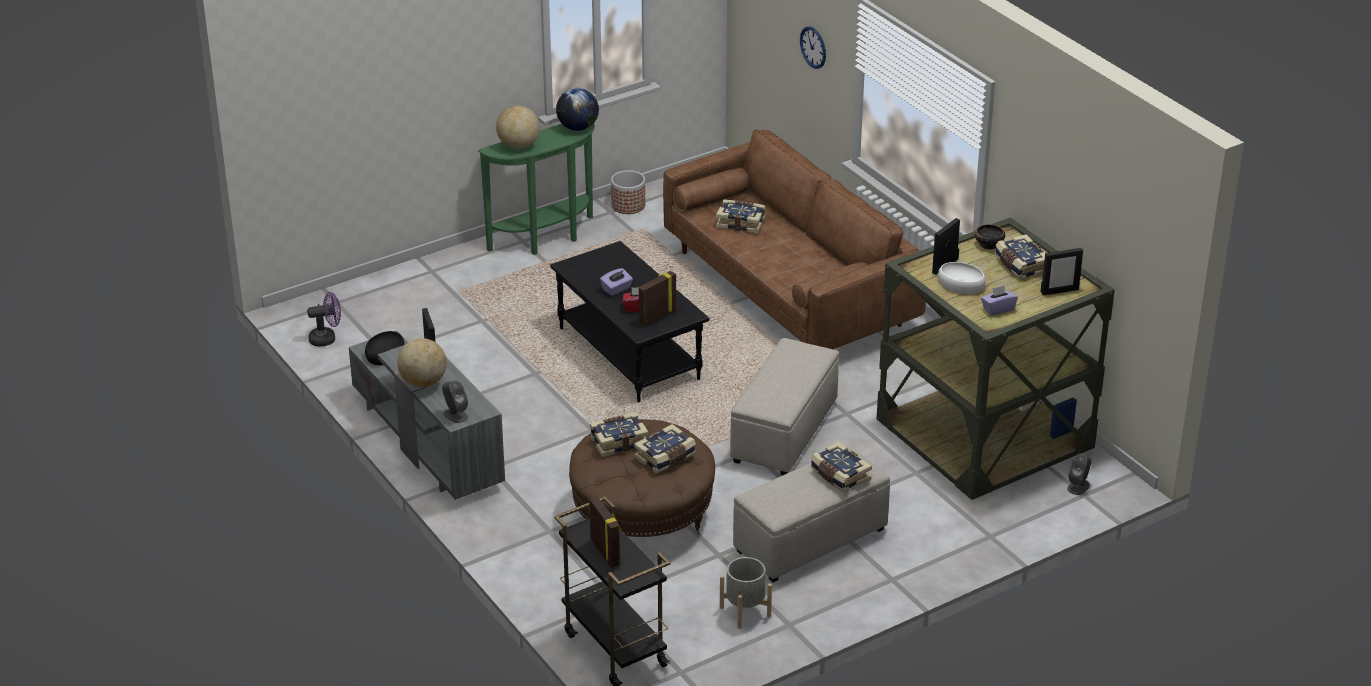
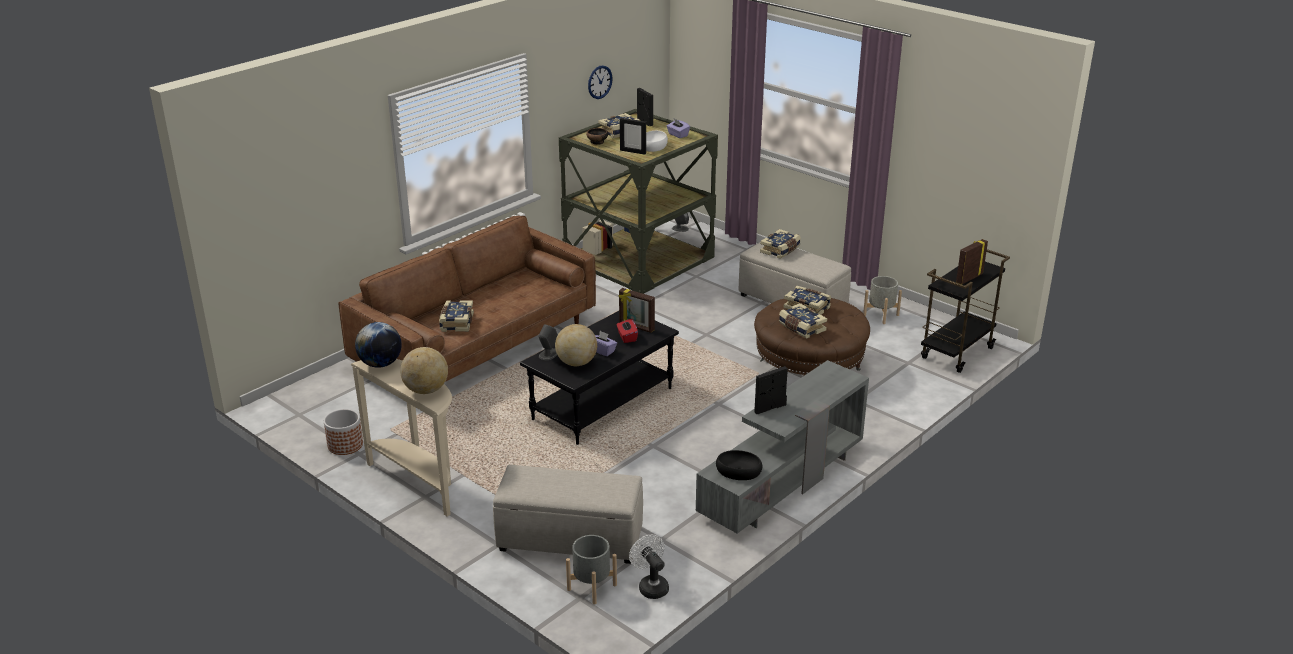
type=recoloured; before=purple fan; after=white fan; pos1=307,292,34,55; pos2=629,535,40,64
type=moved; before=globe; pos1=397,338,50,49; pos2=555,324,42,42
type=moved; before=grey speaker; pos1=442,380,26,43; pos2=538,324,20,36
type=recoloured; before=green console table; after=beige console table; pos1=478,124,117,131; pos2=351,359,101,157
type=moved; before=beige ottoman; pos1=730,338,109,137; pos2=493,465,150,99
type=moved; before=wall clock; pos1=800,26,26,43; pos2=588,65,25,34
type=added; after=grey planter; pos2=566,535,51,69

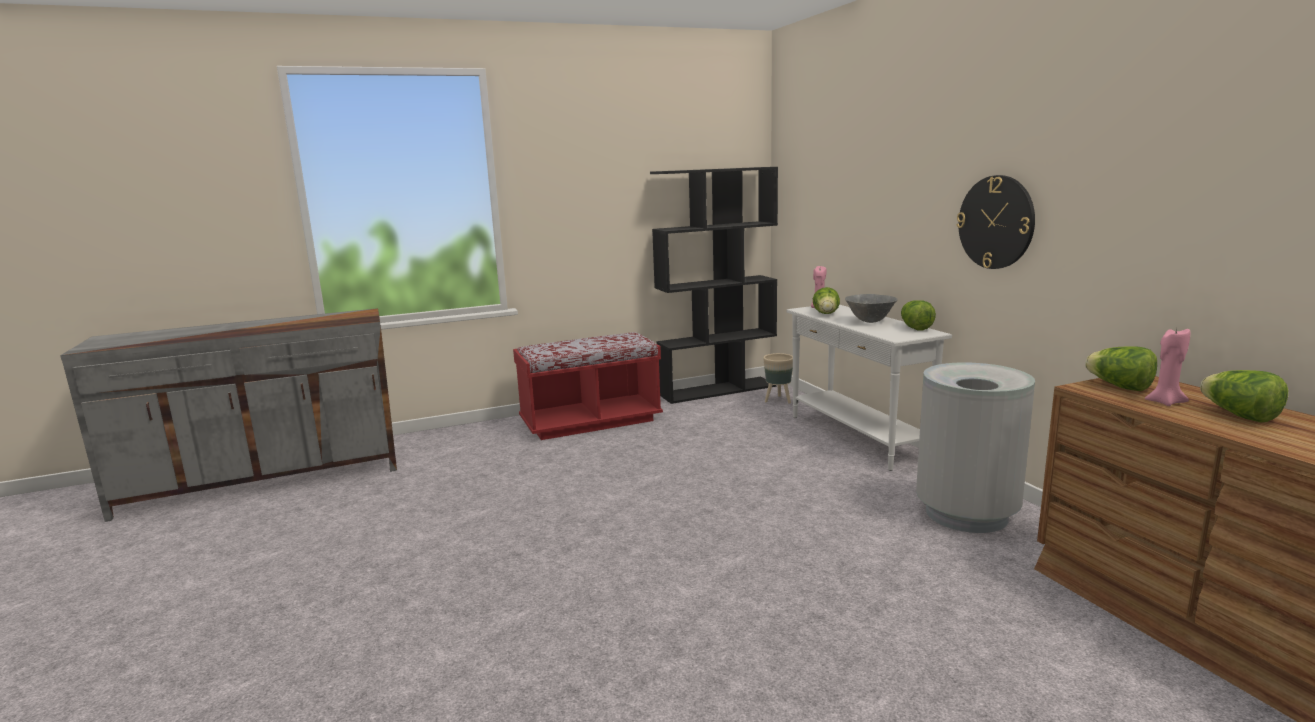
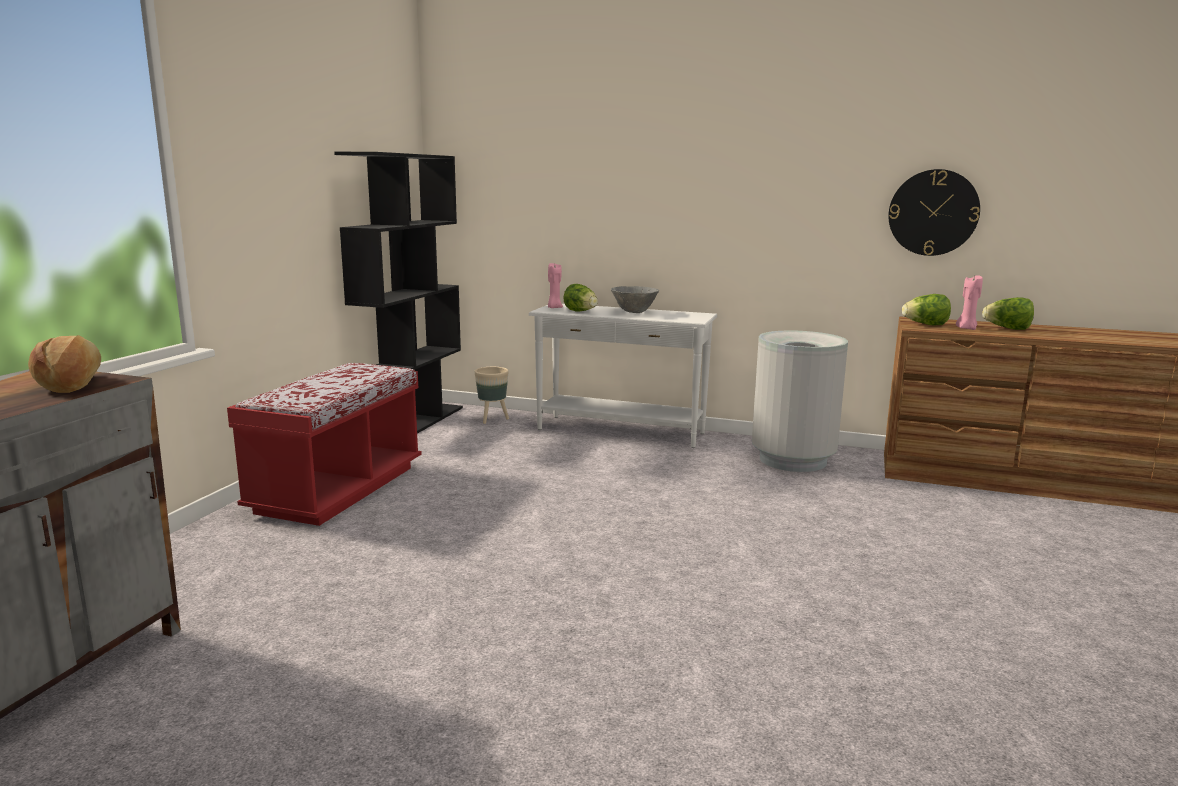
type=removed; before=lettuce; pos1=901,300,35,31
type=moved; before=wall clock; pos1=957,175,78,94; pos2=888,169,92,87
type=added; after=bread; pos2=28,335,73,58

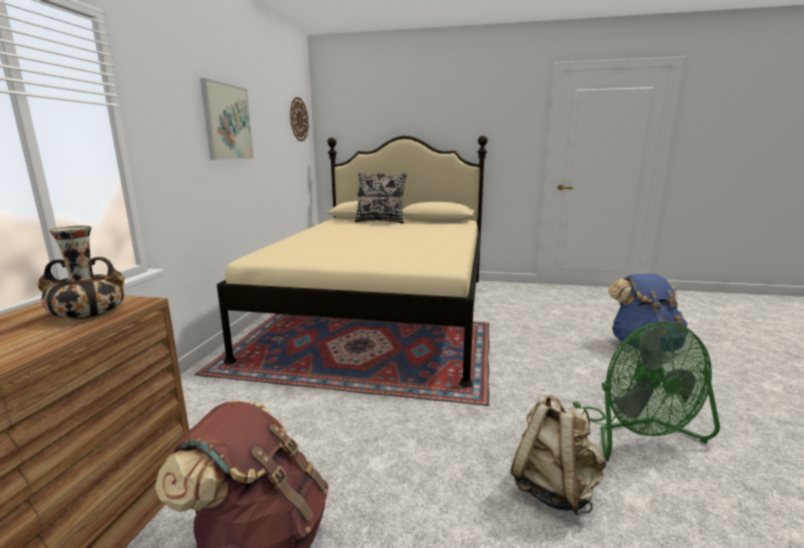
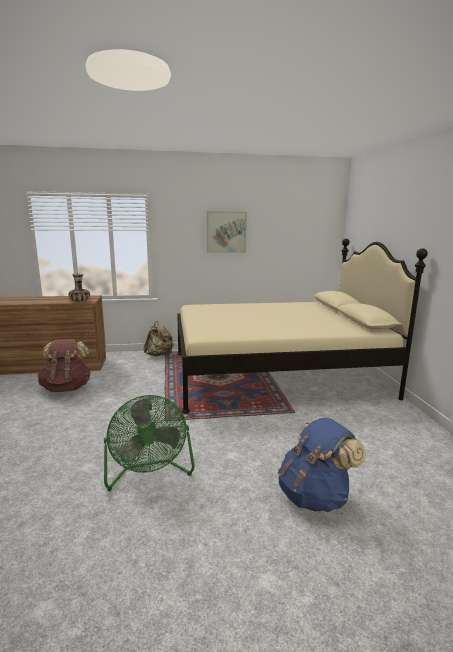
type=removed; before=wall clock; pos1=290,97,19,44
type=removed; before=black pillow; pos1=355,173,52,51
type=moved; before=beige backpack; pos1=510,394,96,122; pos2=144,321,31,35
type=turned; before=green fan; pos1=573,322,147,140; pos2=104,395,91,96; turn=-75

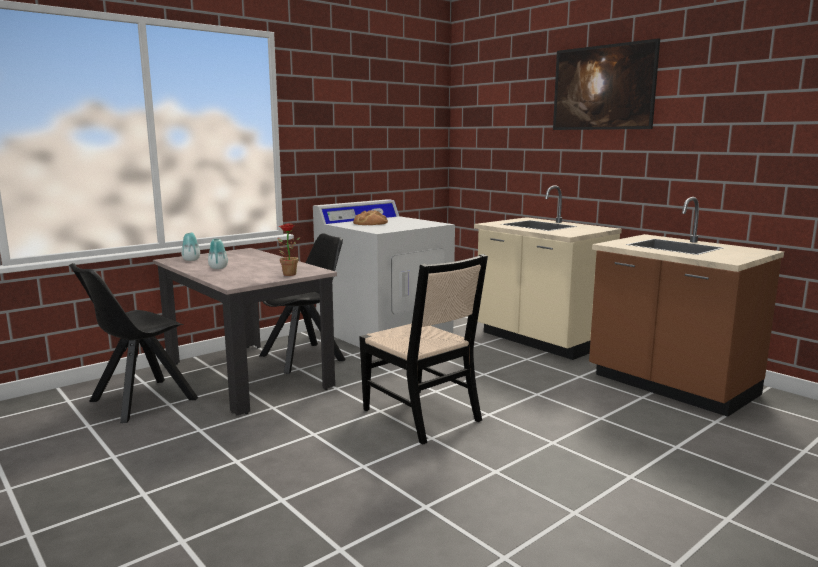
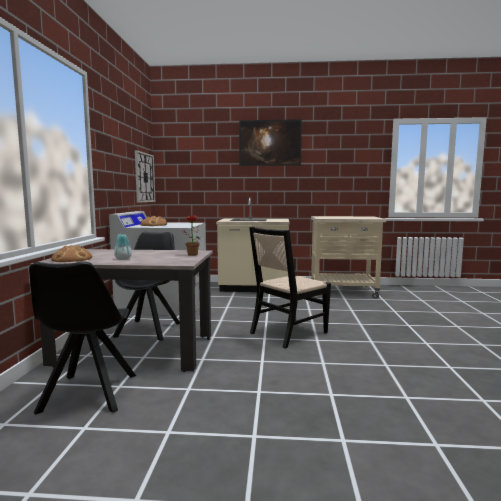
type=replaced; before=vase; after=bread; pos1=181,232,19,29; pos2=51,245,41,17
type=turned; before=chair; pos1=359,254,129,191; pos2=249,226,82,123; turn=135
type=replaced; before=brown counter; after=beige cart; pos1=589,197,195,220; pos2=311,216,75,83
type=added; after=wall clock; pos2=135,150,20,53

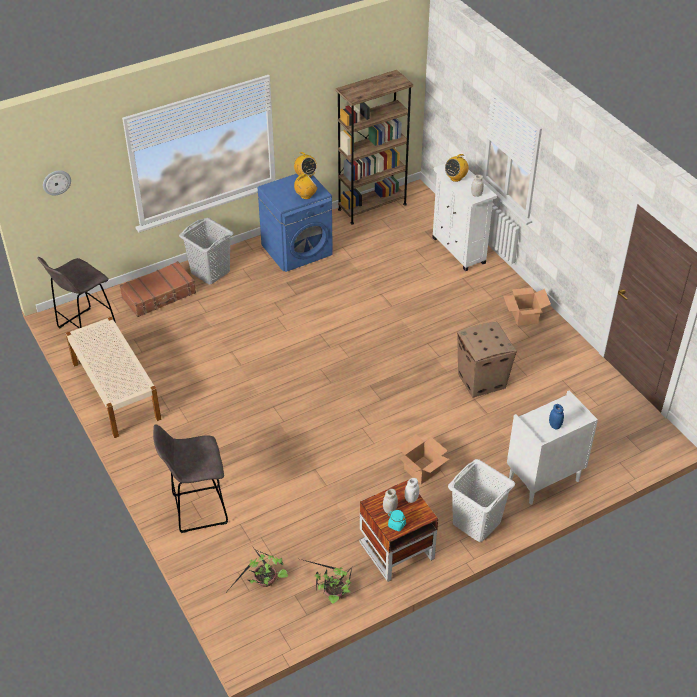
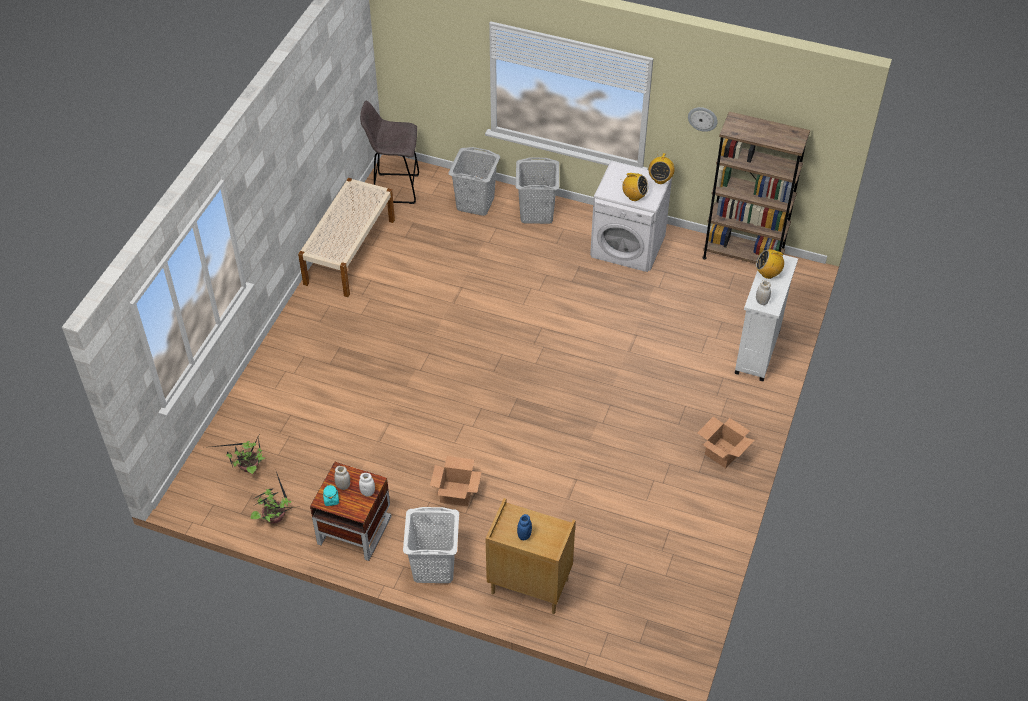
type=moved; before=wall clock; pos1=43,170,28,26; pos2=688,107,30,25
type=replaced; before=brown suitcase; after=grey laundry basket; pos1=120,261,76,56; pos2=448,147,52,69
type=removed; before=grey stool; pos1=153,424,75,109
type=recoloured; before=blue washing machine; after=white washing machine; pos1=258,174,75,98; pos2=590,161,82,111
type=removed; before=cardboard box; pos1=457,322,60,76
type=recoloured; before=white cabinet; after=brown cabinet; pos1=507,390,91,115; pos2=485,498,91,116

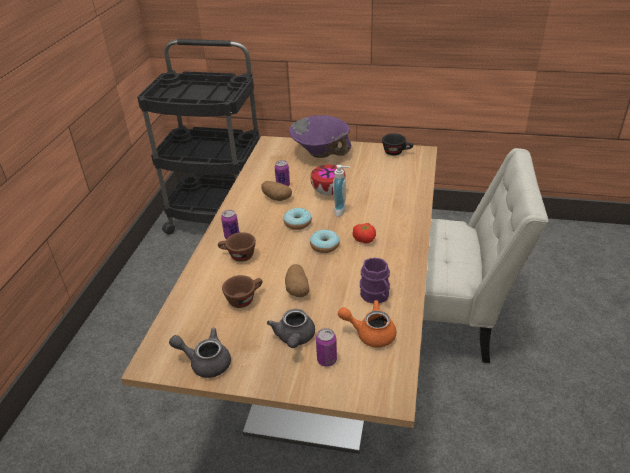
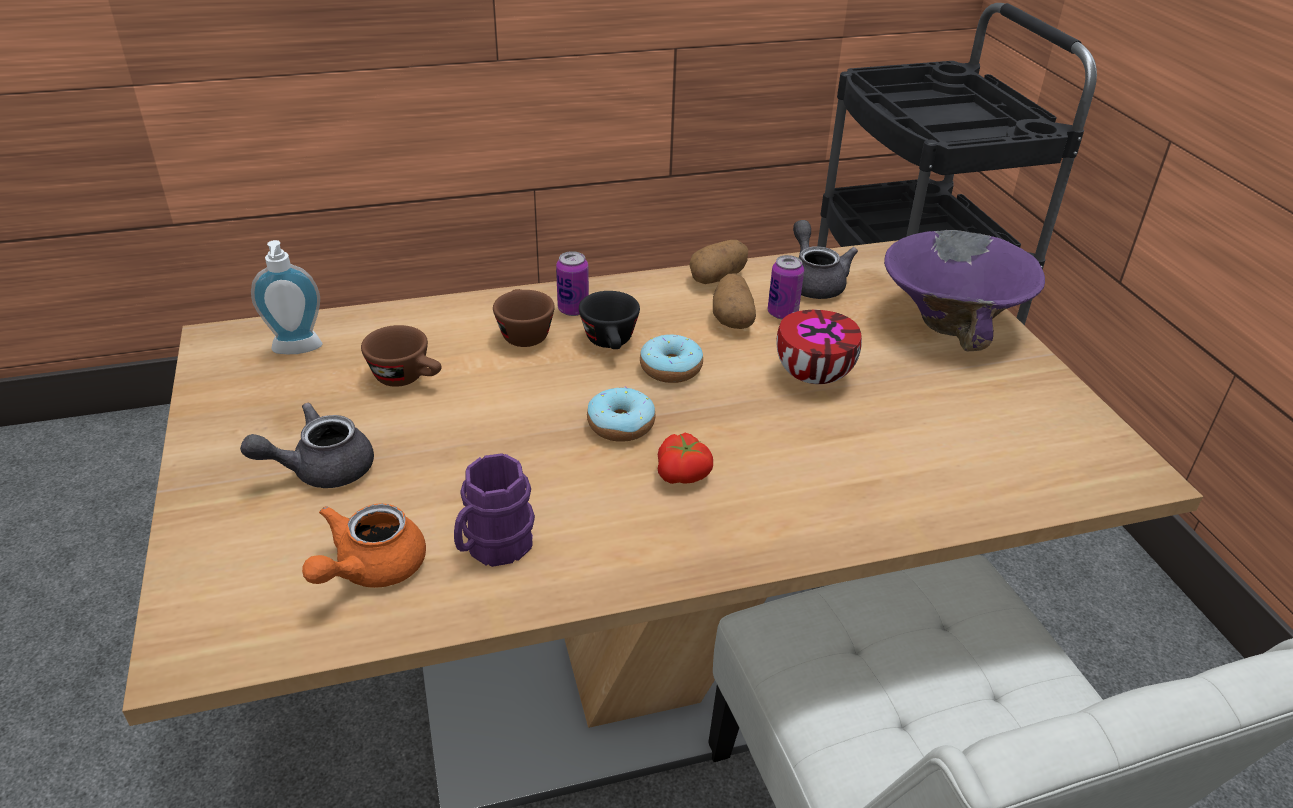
type=moved; before=grey teapot; pos1=169,328,62,50; pos2=793,220,65,79
type=moved; before=potato; pos1=285,264,24,33; pos2=689,240,59,44
type=removed; before=can; pos1=316,328,21,39
type=moved; before=soap dispenser; pos1=333,165,17,52; pos2=251,240,72,114
type=turned; before=orange teapot; pos1=338,300,58,48; pos2=302,503,124,85; turn=-135
type=moved; before=black cup; pos1=382,133,31,22; pos2=579,291,61,58

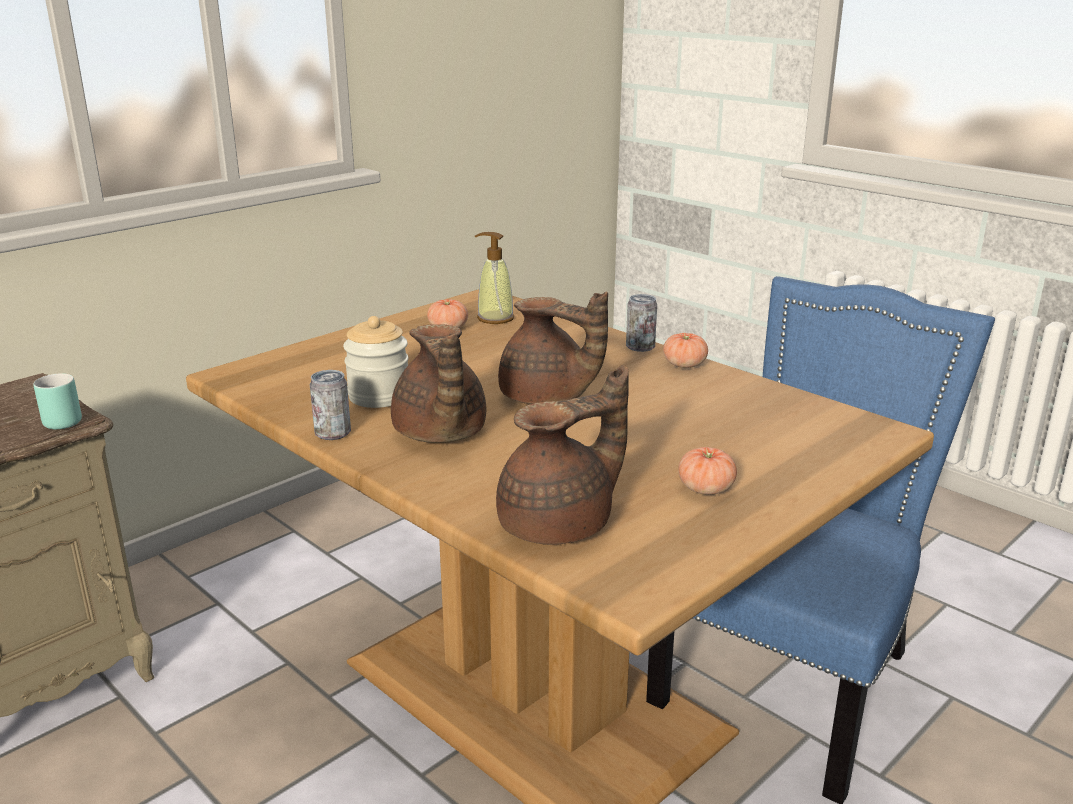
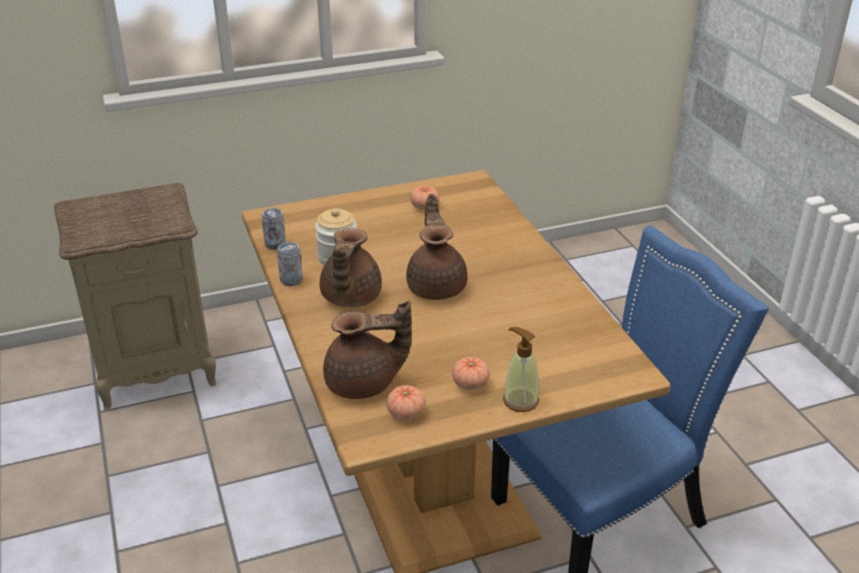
type=removed; before=turquoise mug; pos1=34,373,48,56
type=moved; before=soap dispenser; pos1=475,232,39,92; pos2=503,327,36,85
type=turned; before=brown teapot; pos1=498,292,110,112; pos2=406,194,61,106; turn=-150
type=moved; before=can; pos1=626,294,31,58; pos2=262,208,24,42
type=moved; before=tomato; pos1=663,333,45,35; pos2=386,385,40,35

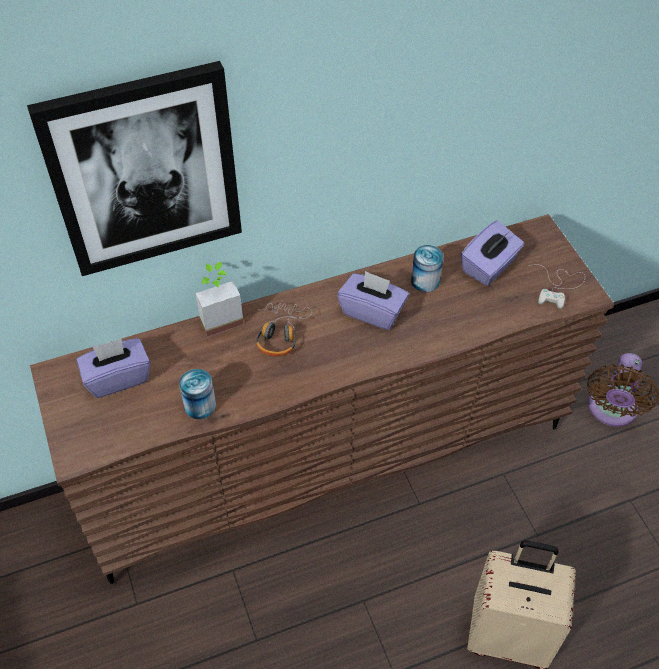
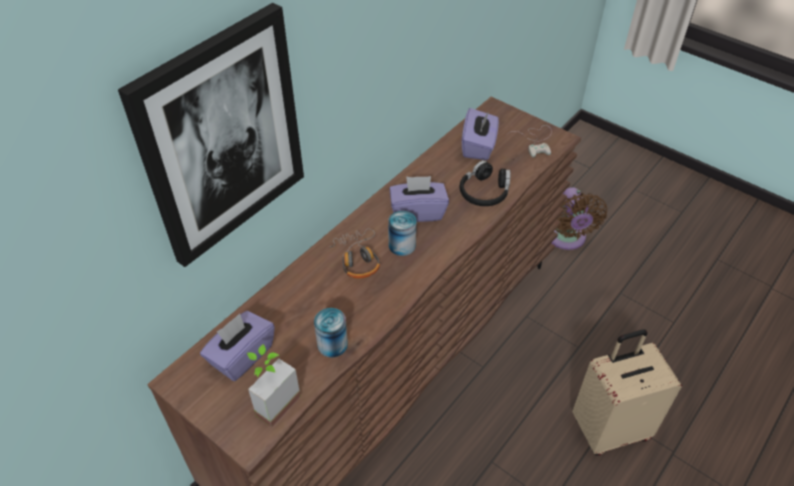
type=moved; before=potted plant; pos1=195,262,49,75; pos2=247,344,54,83
type=moved; before=can; pos1=411,245,32,47; pos2=388,211,29,45
type=added; after=black headphones; pos2=460,160,51,46

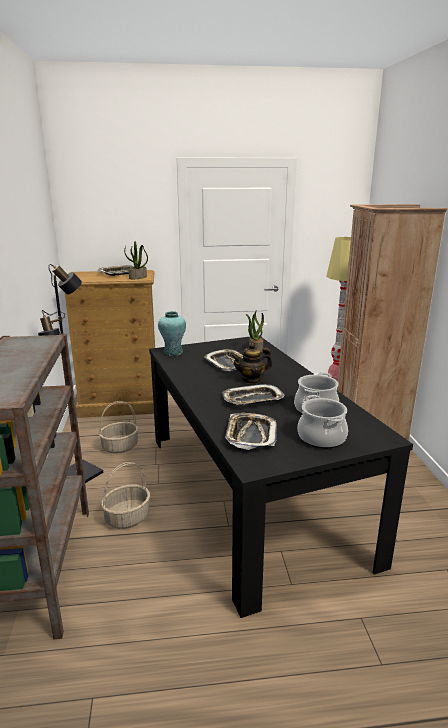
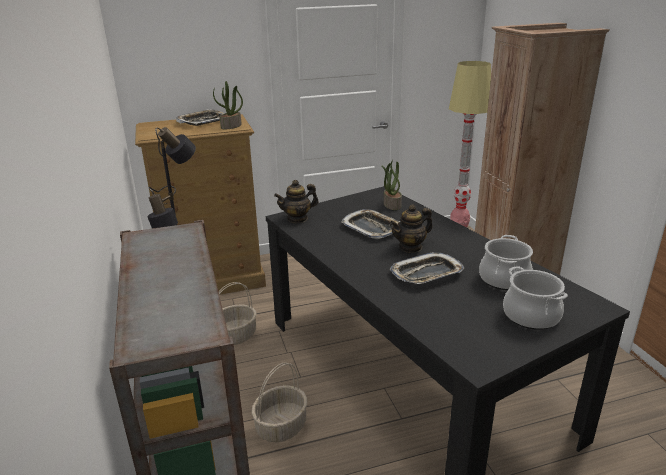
type=replaced; before=turquoise vase; after=teapot; pos1=158,311,28,45; pos2=274,180,45,43
type=removed; before=tray; pos1=225,413,52,37

